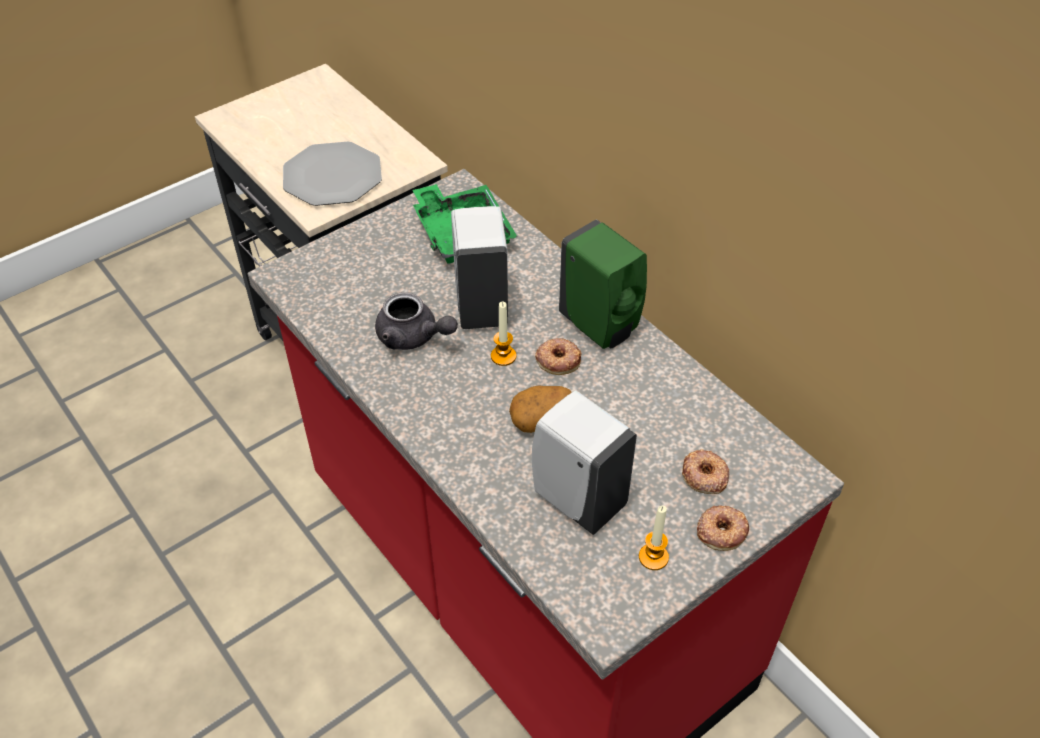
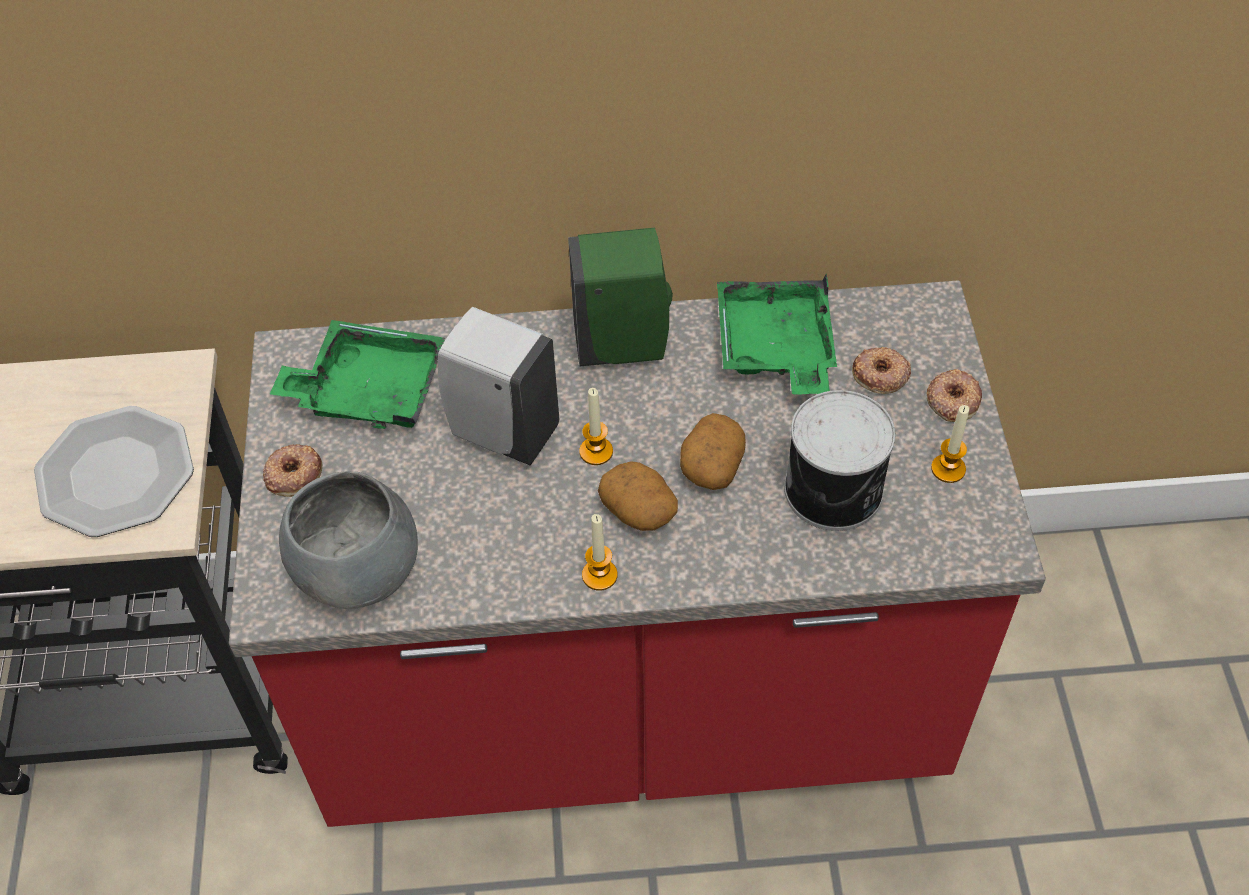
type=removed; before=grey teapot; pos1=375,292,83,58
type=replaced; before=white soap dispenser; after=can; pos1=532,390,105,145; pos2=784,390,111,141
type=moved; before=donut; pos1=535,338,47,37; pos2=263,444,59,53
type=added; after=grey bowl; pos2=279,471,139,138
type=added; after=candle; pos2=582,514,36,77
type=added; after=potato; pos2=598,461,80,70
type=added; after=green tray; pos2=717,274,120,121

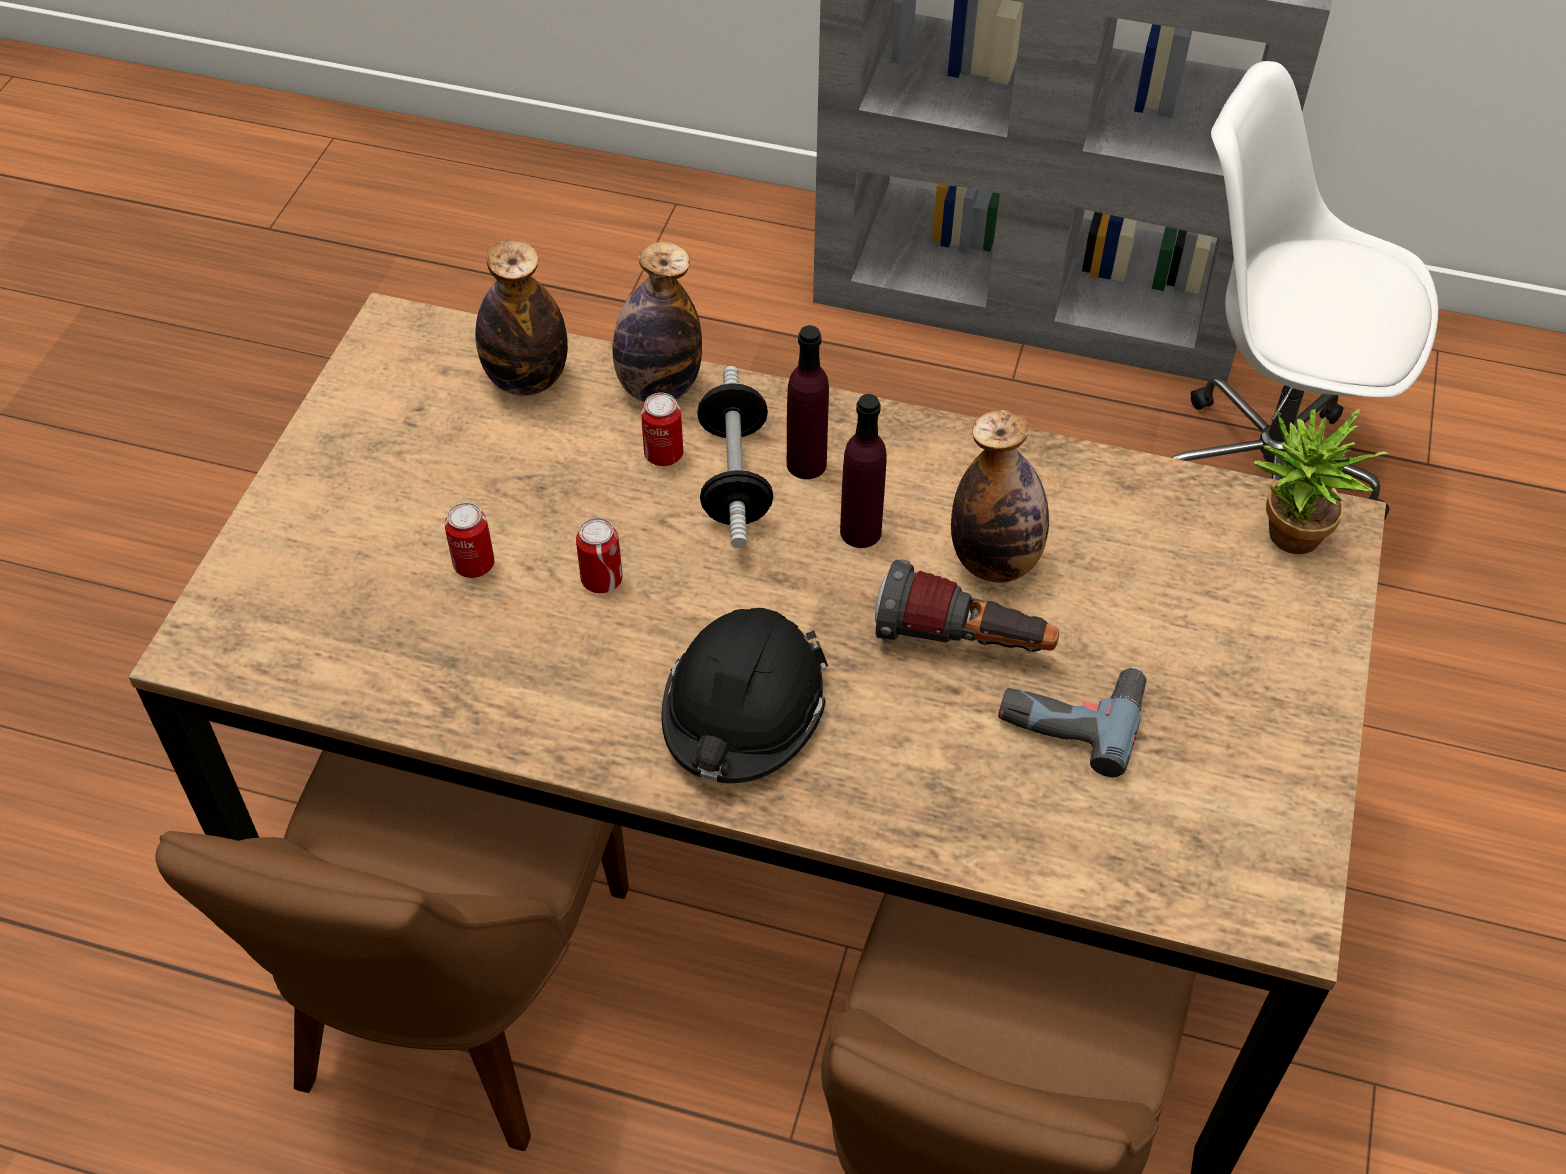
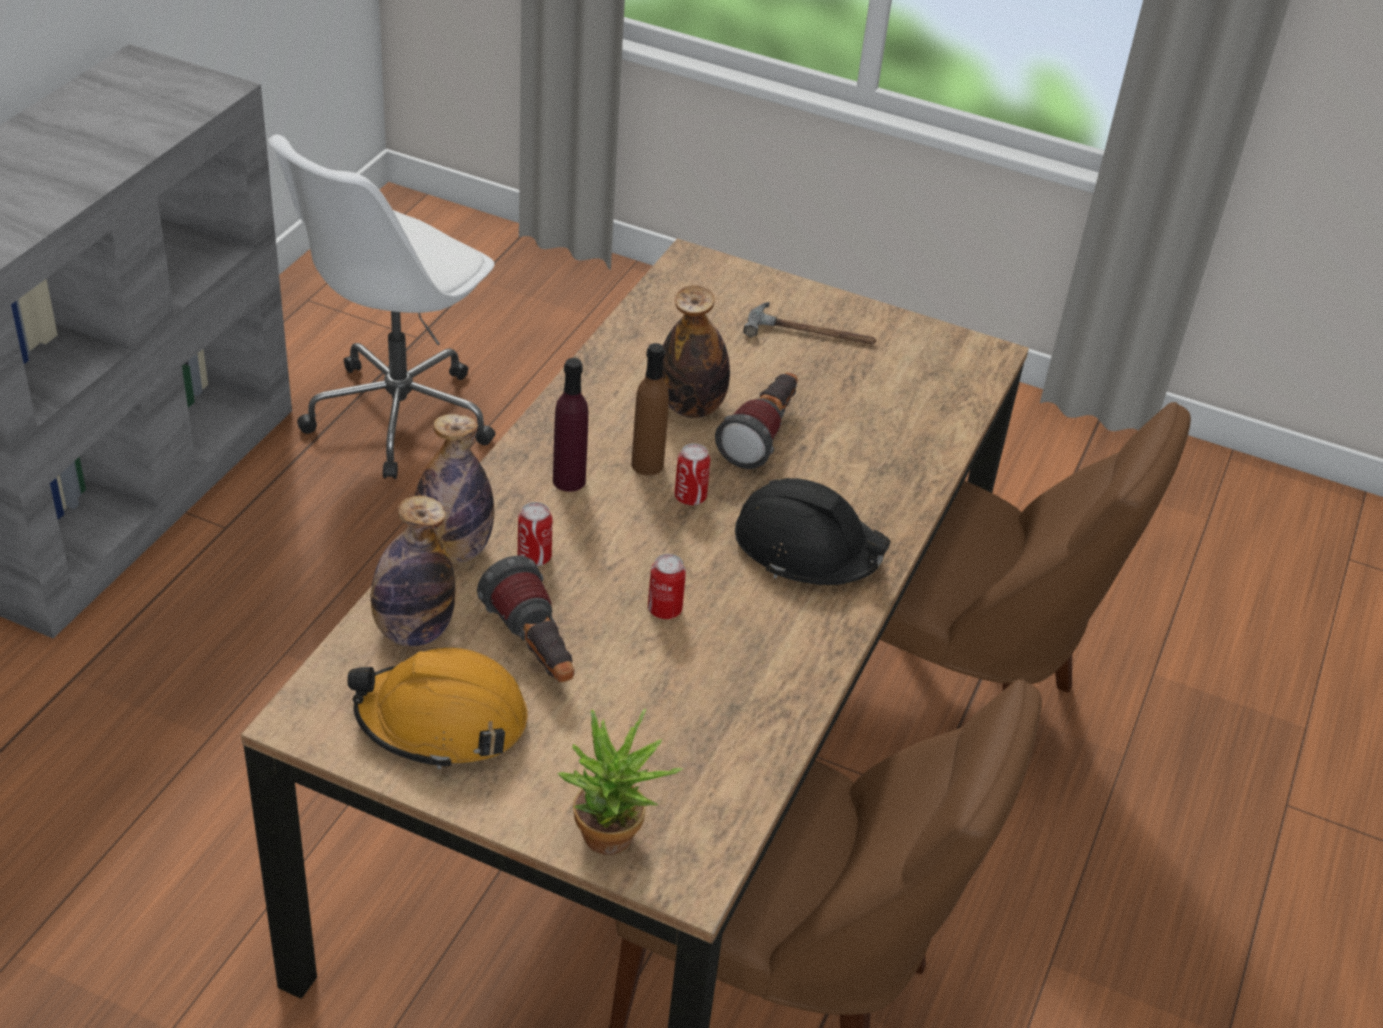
type=moved; before=can; pos1=445,503,49,75; pos2=675,443,35,62
type=removed; before=dumbbell; pos1=697,366,76,182
type=recoloured; before=purple bottle; after=brown bottle; pos1=840,394,47,154; pos2=631,343,38,133
type=removed; before=power drill; pos1=998,667,149,111
type=moved; before=potted plant; pos1=1254,409,134,145; pos2=557,709,126,146
type=added; after=orange hard hat; pos2=347,648,181,121
type=added; after=flashlight; pos2=477,556,97,126
type=added; after=hammer; pos2=743,302,134,43

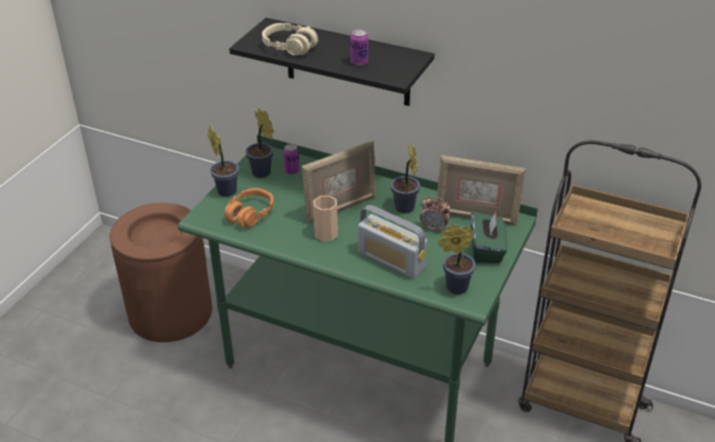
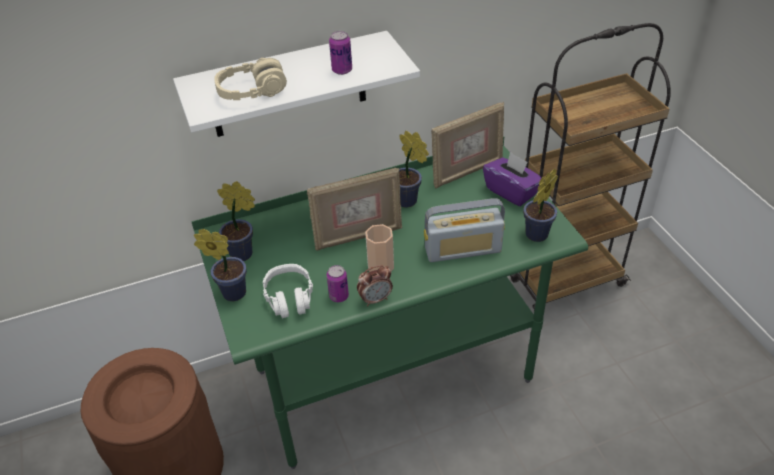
type=recoloured; before=orange headphones; after=white headphones; pos1=224,188,50,40; pos2=263,264,50,55
type=recoloured; before=black shelf; after=white shelf; pos1=229,18,205,88; pos2=173,31,247,106
type=moved; before=can; pos1=283,144,17,31; pos2=327,265,22,37
type=turned; before=picture frame; pos1=302,141,74,83; pos2=307,168,95,83; turn=60
type=moved; before=alarm clock; pos1=420,196,30,36; pos2=357,265,36,41
type=recoloured; before=green tissue box; after=purple tissue box; pos1=471,212,36,51; pos2=483,152,59,54

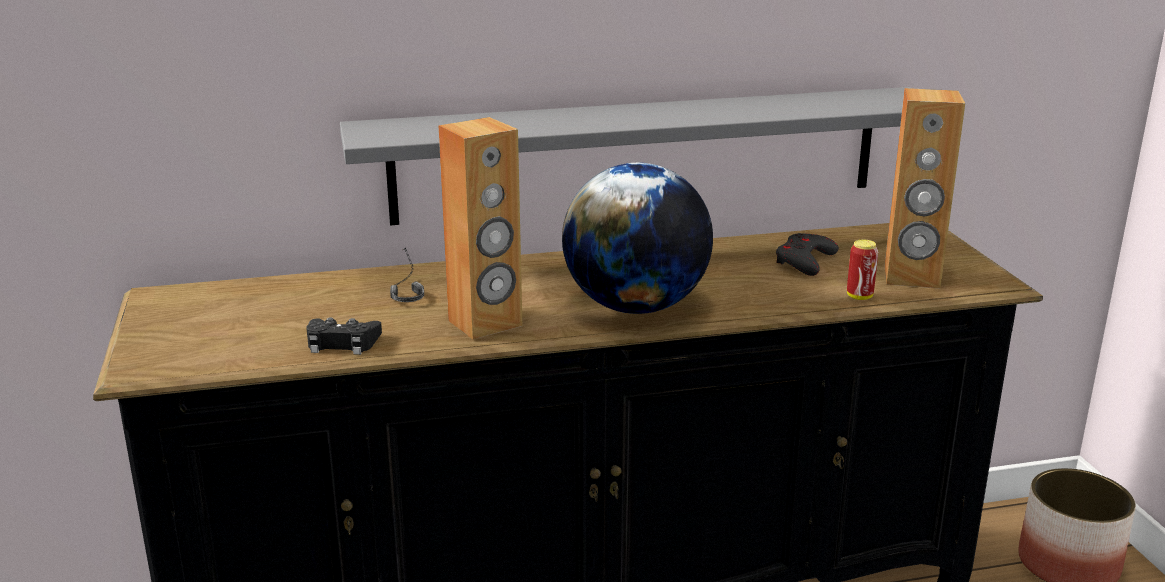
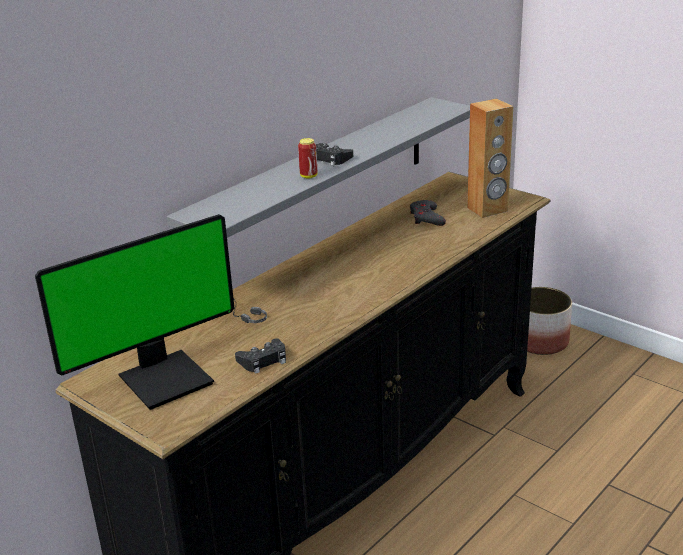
type=removed; before=brown speaker; pos1=438,117,84,222
type=removed; before=globe; pos1=562,163,151,151
type=moved; before=can; pos1=847,239,31,61; pos2=298,138,19,40
type=added; after=monitor; pos2=35,214,199,196
type=added; after=black game controller; pos2=316,143,37,23

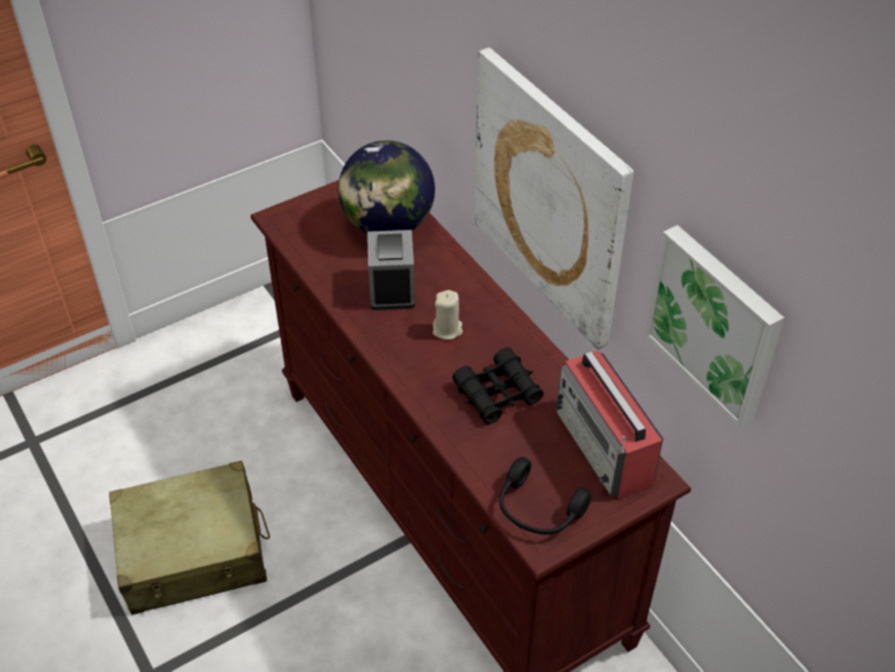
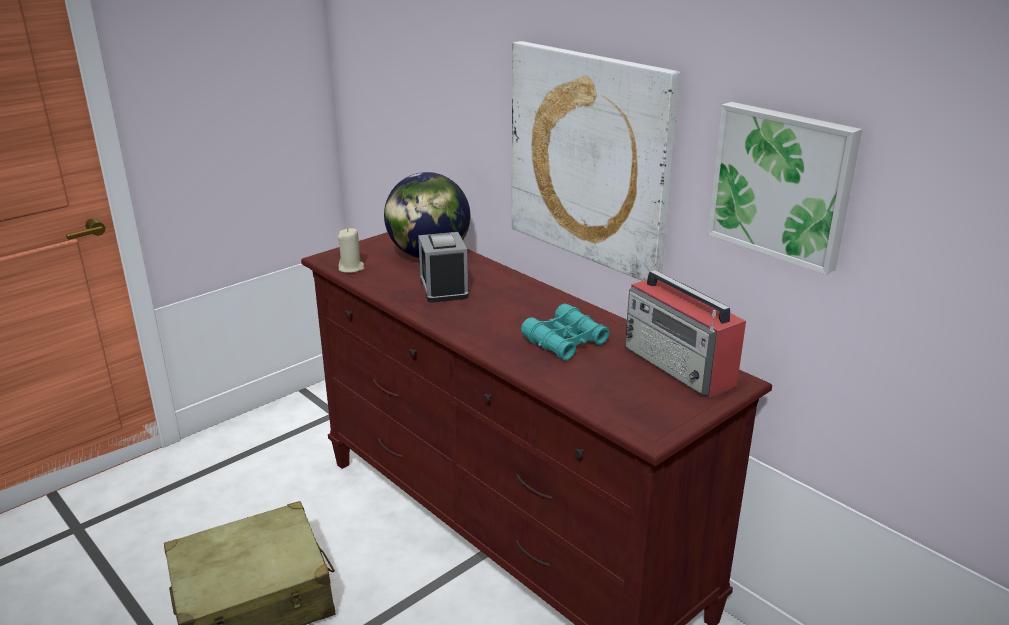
type=moved; before=beige candle; pos1=433,290,30,50; pos2=338,228,27,45
type=recoloured; before=black binoculars; after=turquoise binoculars; pos1=452,348,92,76; pos2=521,304,89,57
type=removed; before=black headphones; pos1=499,457,92,78

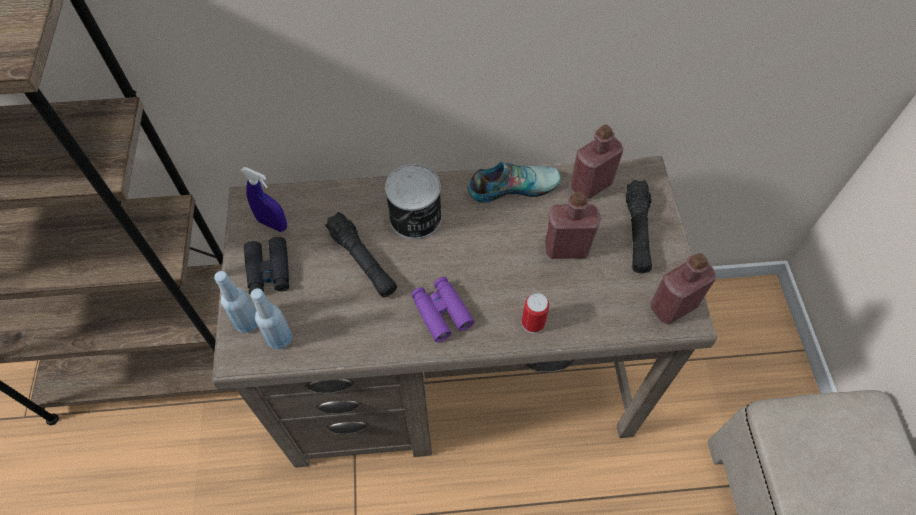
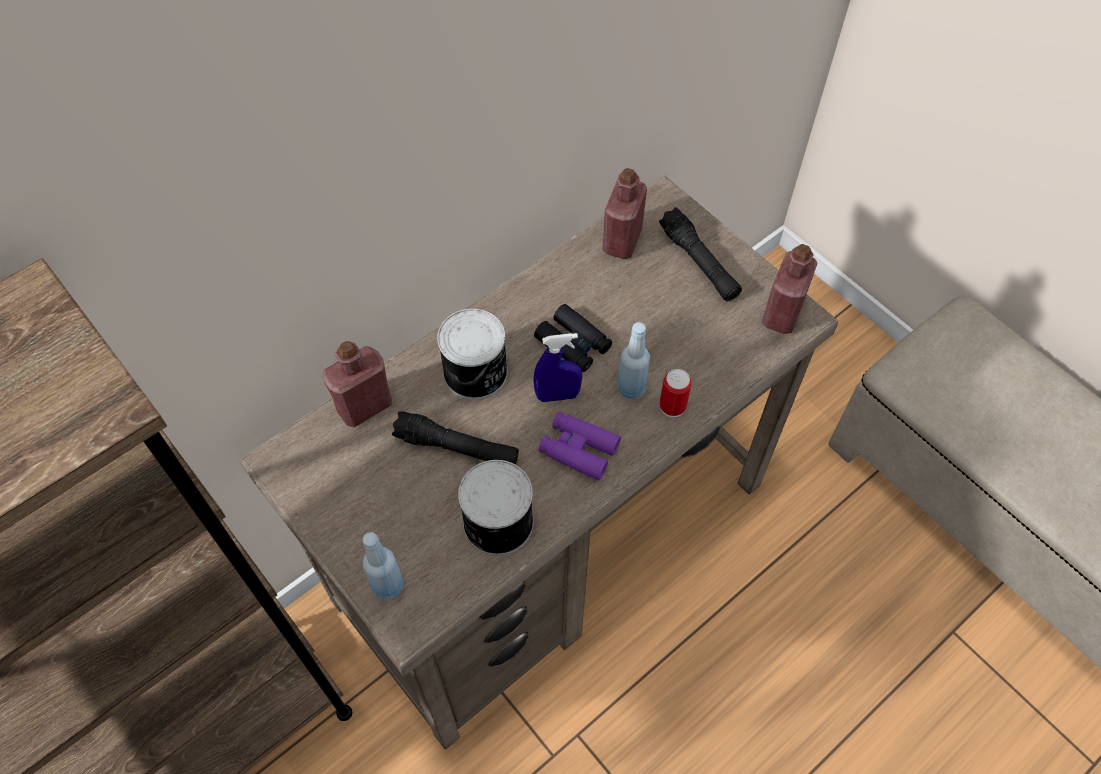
type=moved; before=blue spray bottle; pos1=240,167,47,65; pos2=533,333,49,69
type=moved; before=black binoculars; pos1=244,237,45,57; pos2=534,304,78,68
type=moved; before=blue bottle; pos1=250,288,42,62; pos2=617,322,33,77
type=removed; before=shoe; pos1=467,162,94,41
type=moved; before=red bottle; pos1=545,192,56,67; pos2=323,341,69,87
type=added; after=can; pos2=458,460,76,96

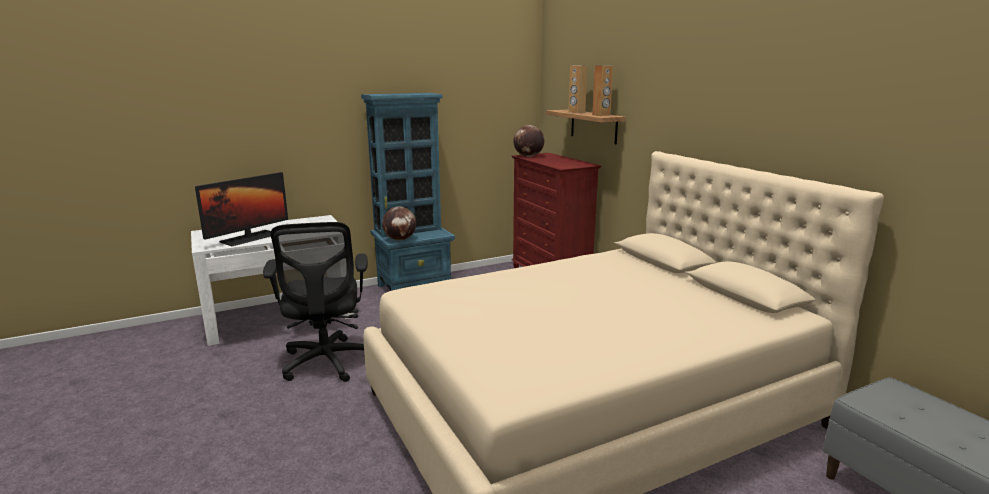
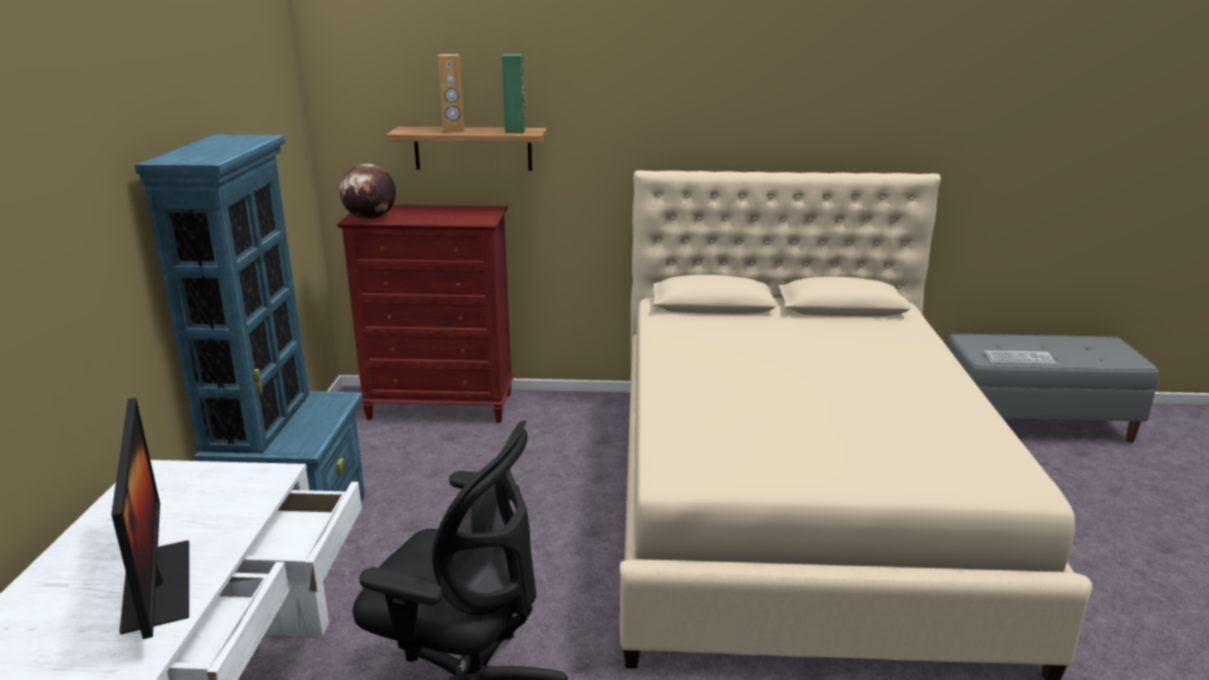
type=removed; before=globe; pos1=382,206,34,34
type=recoloured; before=brown speaker; after=green speaker; pos1=592,66,21,50; pos2=502,54,23,79
type=added; after=keyboard; pos2=984,351,72,13

